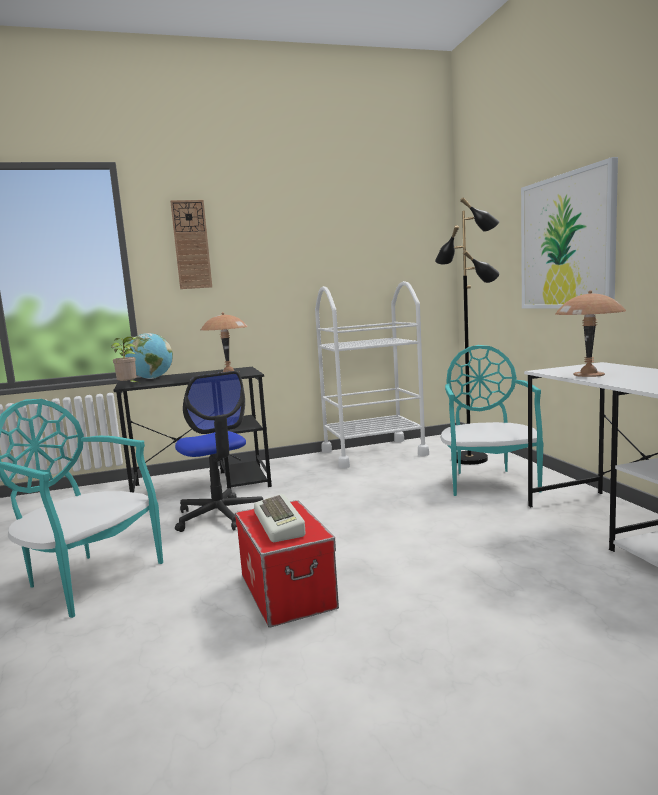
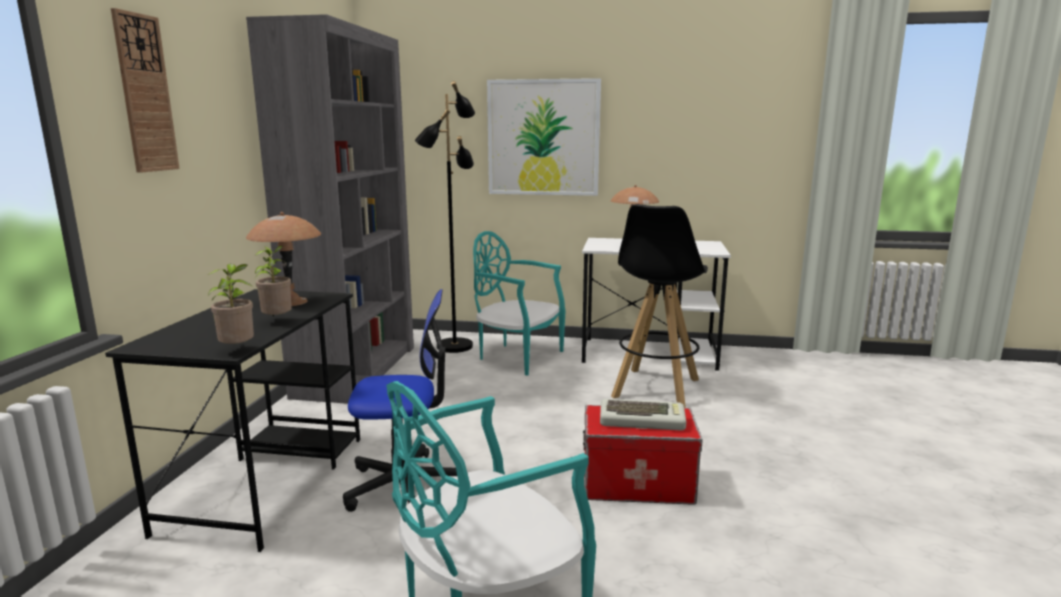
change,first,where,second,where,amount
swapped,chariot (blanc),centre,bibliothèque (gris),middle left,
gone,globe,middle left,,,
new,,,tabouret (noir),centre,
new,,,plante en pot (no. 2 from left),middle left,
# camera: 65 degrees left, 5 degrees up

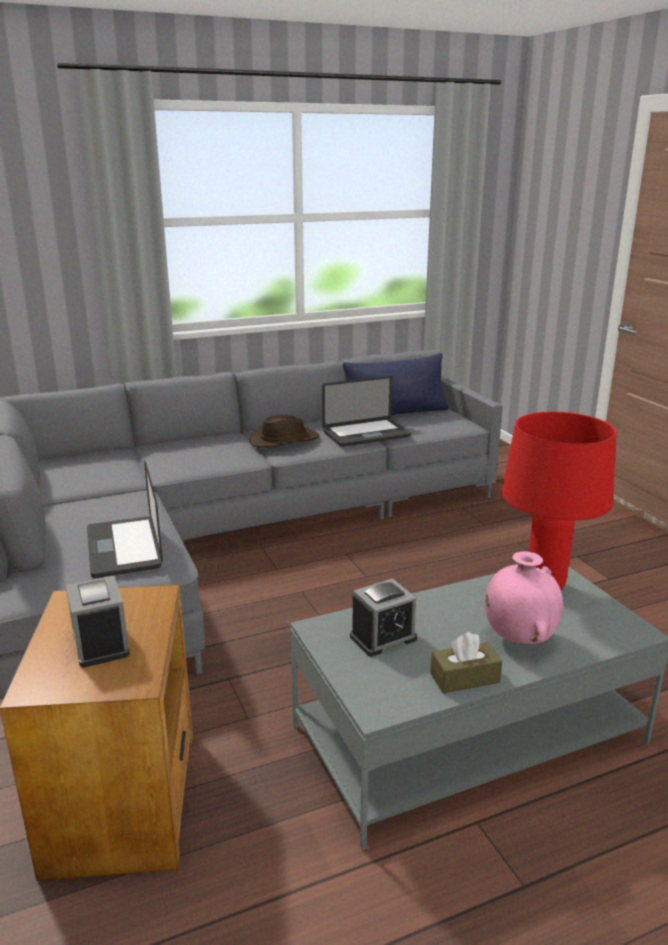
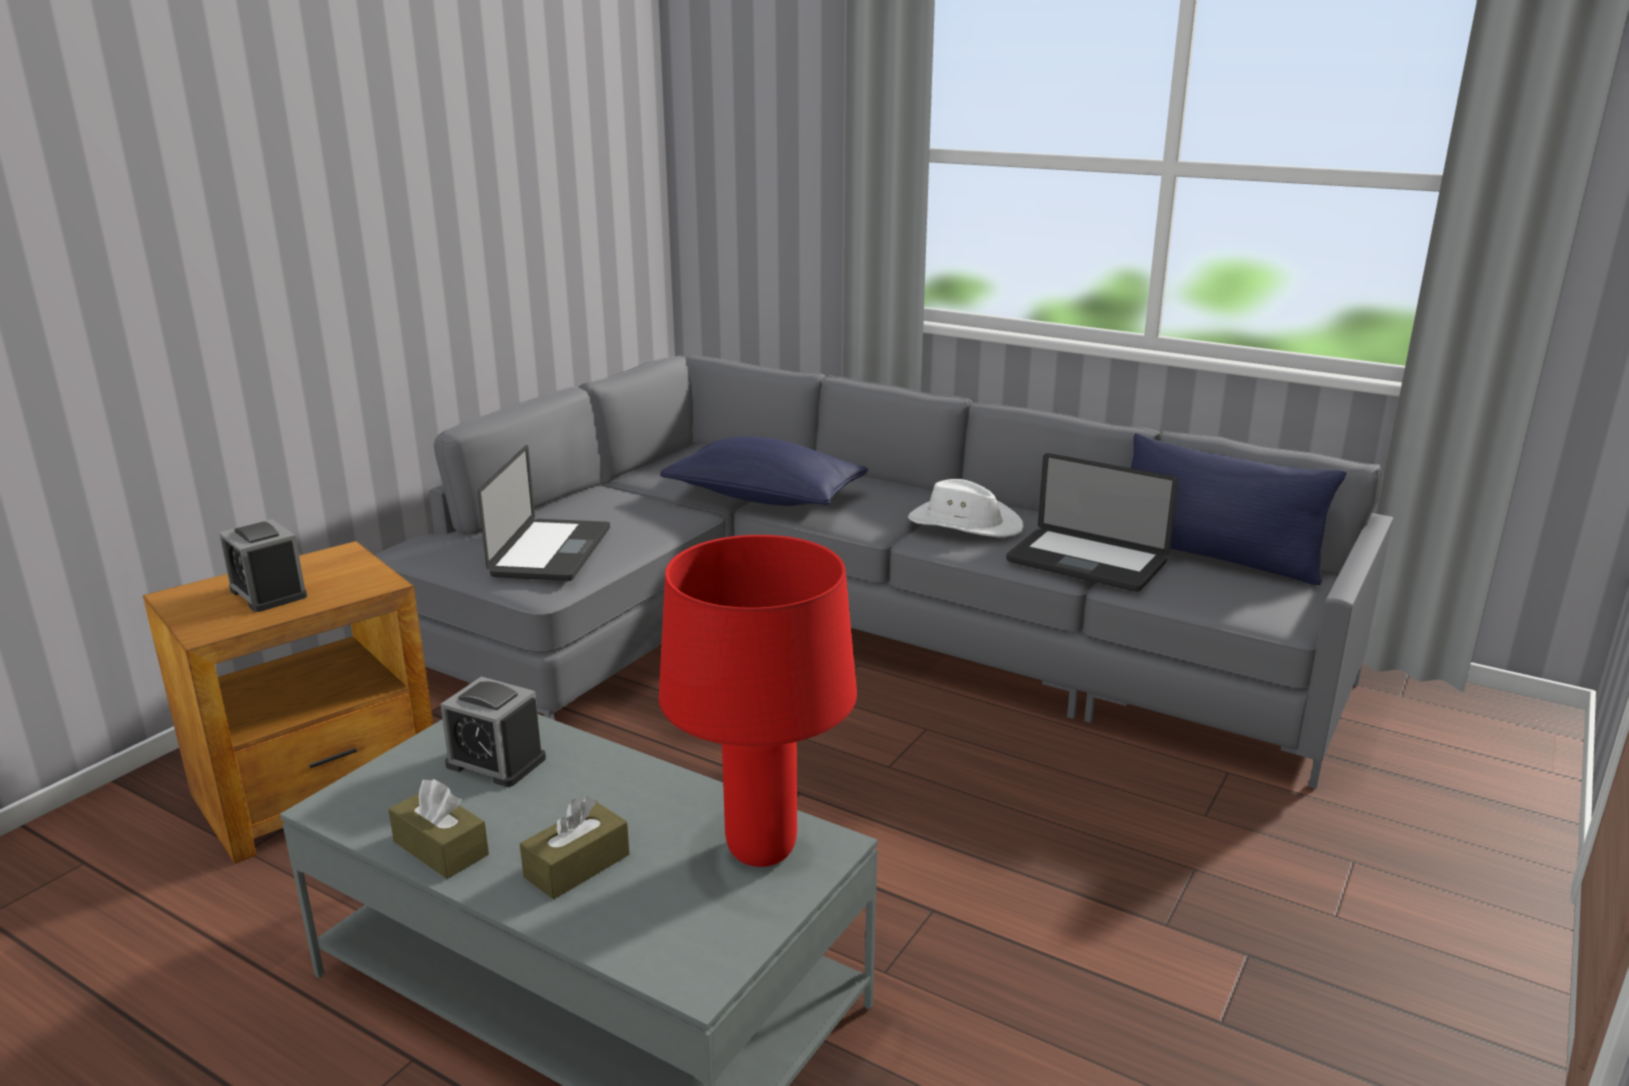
change,first,where,second,where,amount
repainted,chapeau (marron),centre,chapeau (blanc),centre,
rotated,ordinateur portable (no. 1 from left),middle left,,centre,150 degrees clockwise
swapped,vase (rose),middle right,boîte à mouchoirs (marron) (no. 2 from left),bottom centre,
rotated,réveil (no. 1 from left),middle left,,middle left,75 degrees counterclockwise
new,,,coussin (bleu) (no. 1 from left),centre,
# camera: 55 degrees right, 0 degrees up

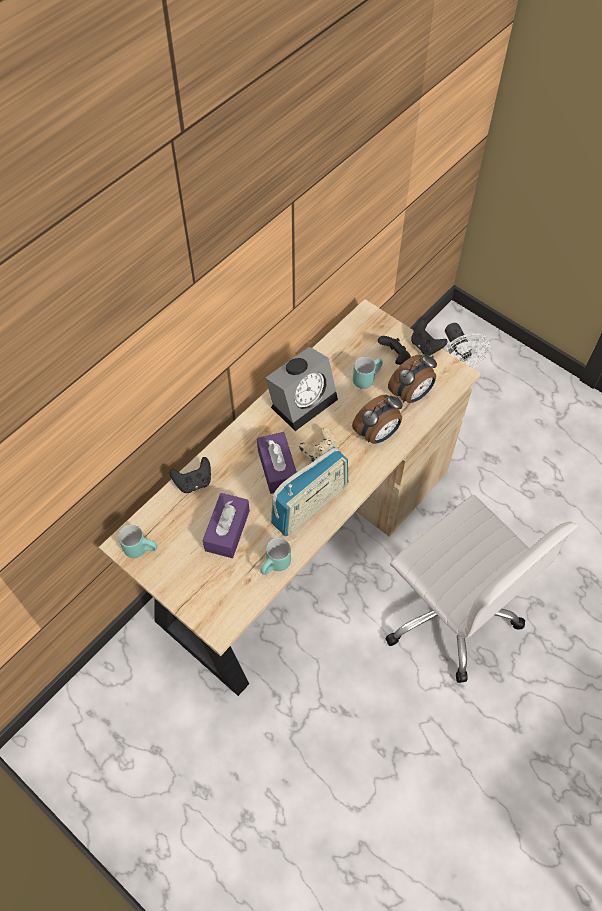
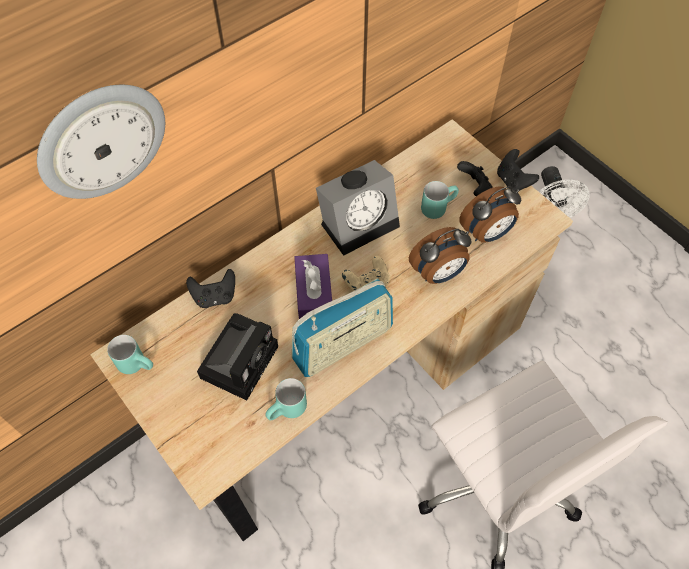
change,first,where,second,where,amount
swapped,boîte à mouchoirs (violet) (no. 1 from left),centre,appareil photo,centre,
new,,,horloge murale,top left,
# camera: 10 degrees right, 0 degrees up

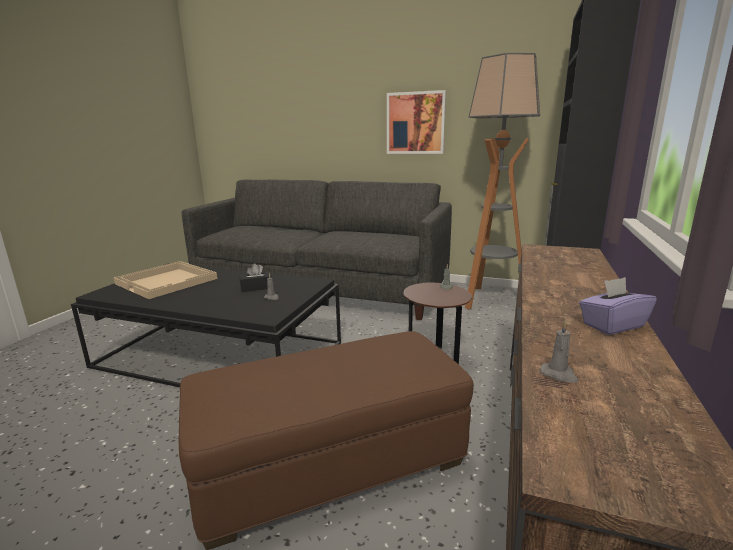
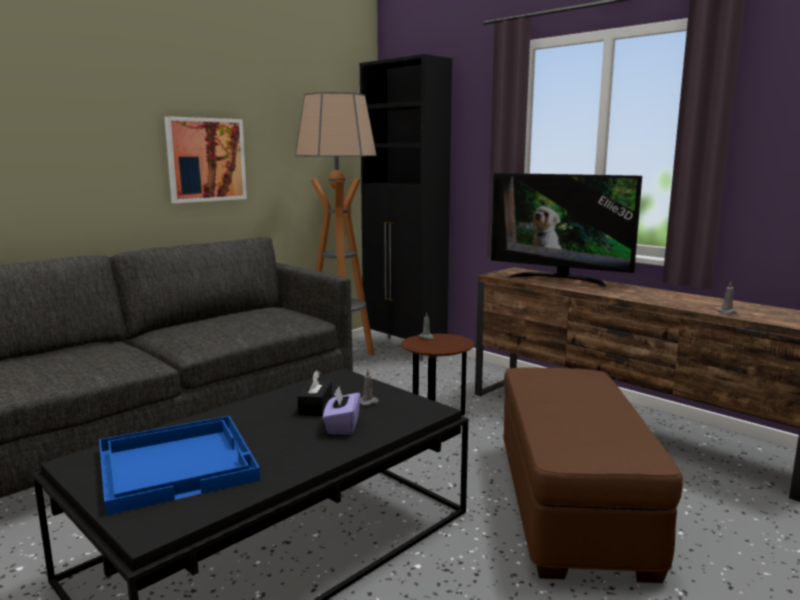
change,first,where,second,where,amount
repainted,plateau (beige),middle left,plateau (bleu),bottom left,
shifted,boîte à mouchoirs (violet),middle right,,bottom centre,
new,,,téléviseur,middle right,
# camera: 65 degrees left, 5 degrees down

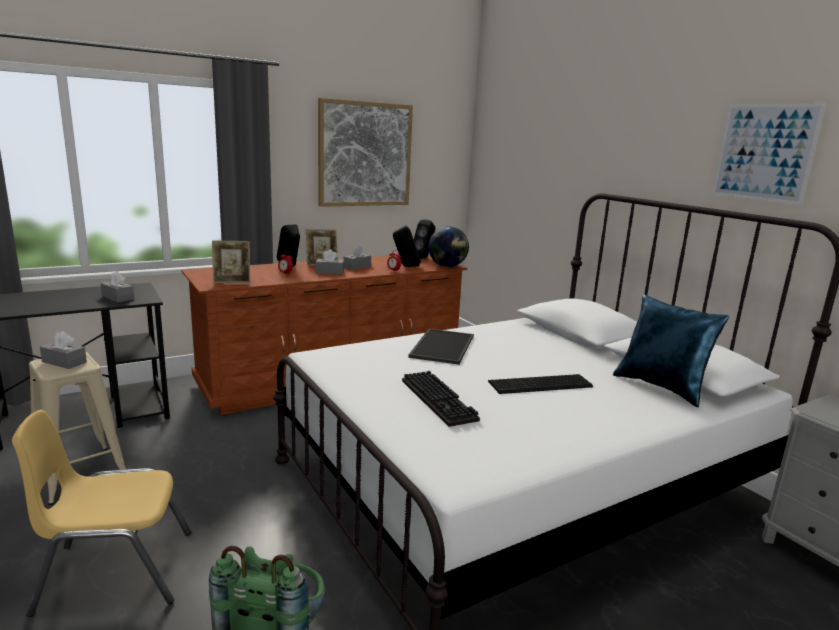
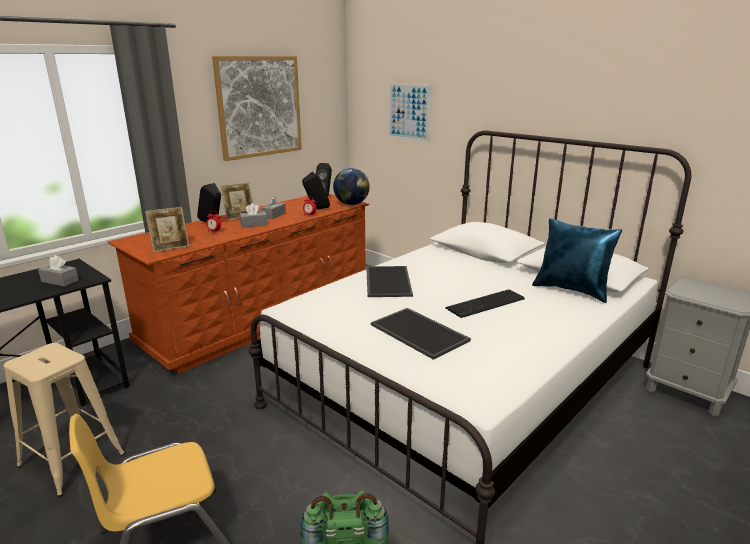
change,first,where,second,where,amount
shifted,tableau (no. 2 from left),top right,,top centre,
gone,boîte à mouchoirs (gris) (no. 1 from left),middle left,,,
swapped,clavier (no. 1 from left),centre,plateau (no. 2 from left),centre,
# camera: 15 degrees left, 5 degrees up

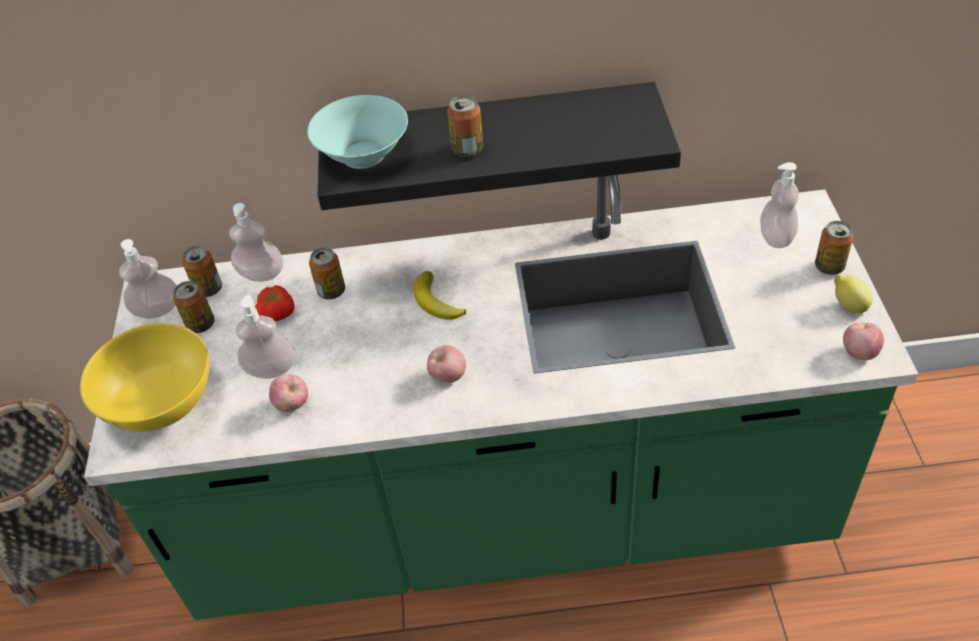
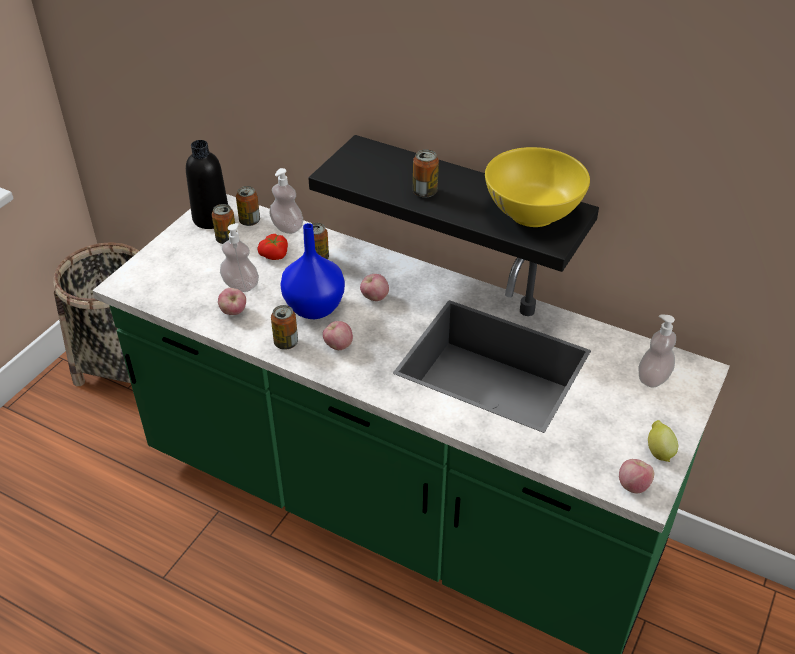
change,first,where,second,where,amount
gone,bol (turquoise),top centre,,,
shifted,boîte métallique (no. 5 from left in the first image),middle right,boîte métallique (no. 3 from left),centre,
swapped,distributeur de savon (no. 1 from left),middle left,bouteille (noir),top left,
swapped,banane,centre,pomme (no. 3 from left),centre,
shifted,bol (jaune),middle left,,top right,
new,,,vase (bleu),centre,
# camera: 30 degrees right, 5 degrees down

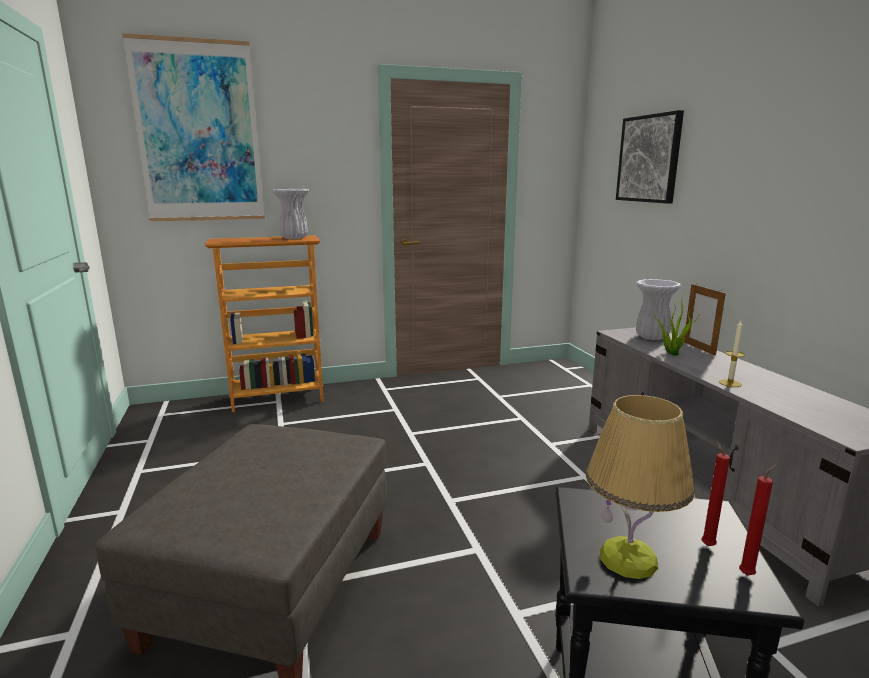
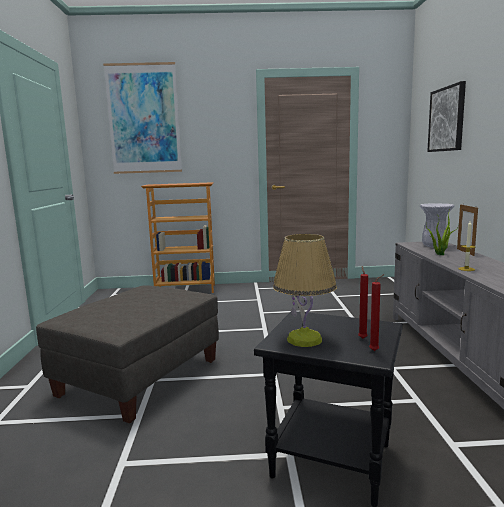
change,first,where,second,where,amount
gone,vase (blanc) (no. 1 from left),top centre,,,
# camera: 15 degrees right, 5 degrees down

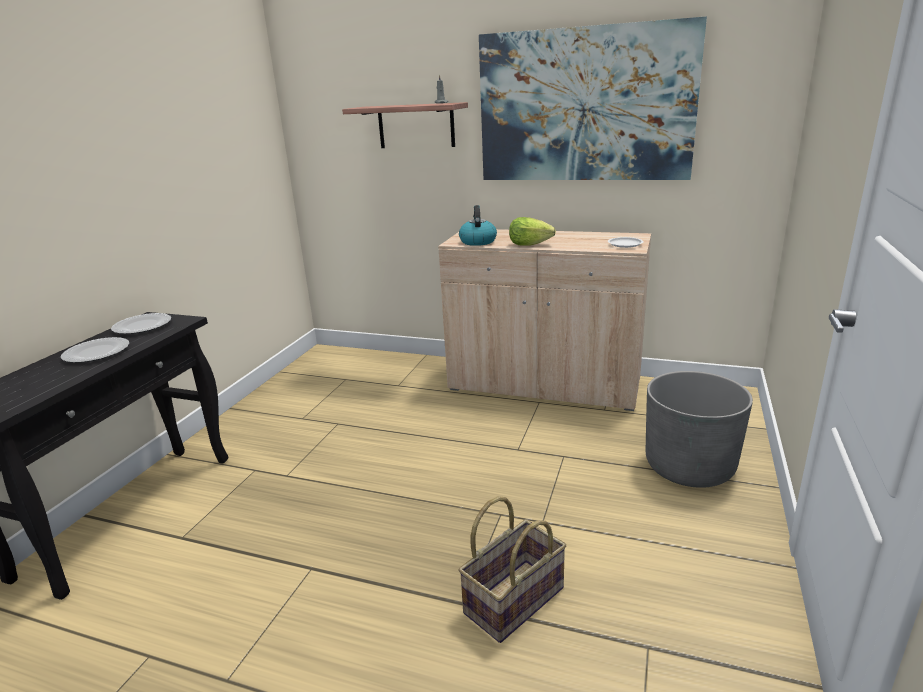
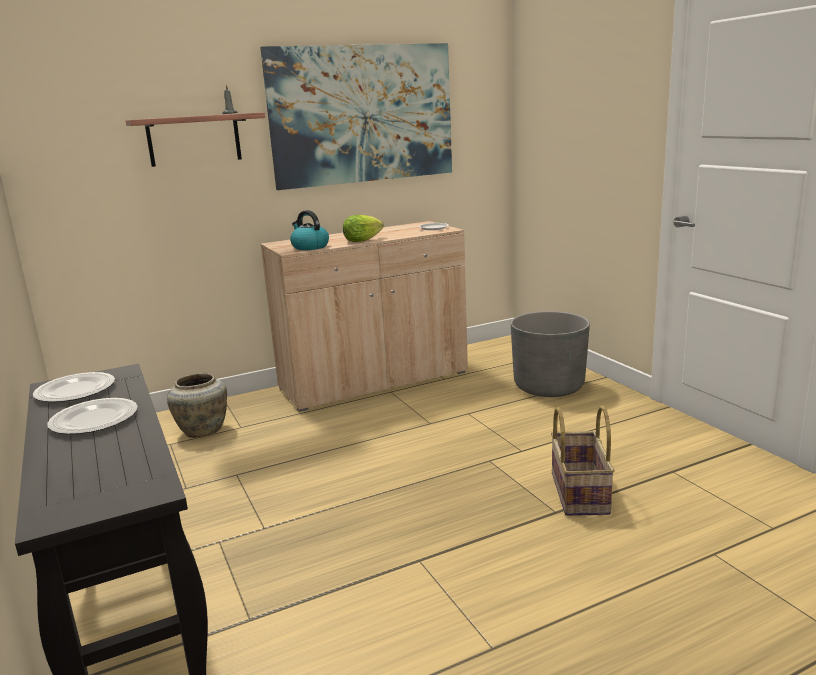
change,first,where,second,where,amount
new,,,vase (beige),middle left,
# camera: 45 degrees left, 5 degrees down

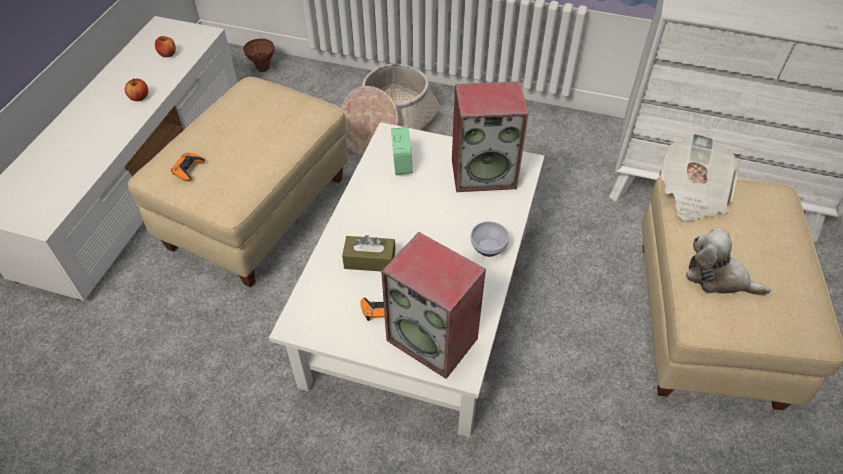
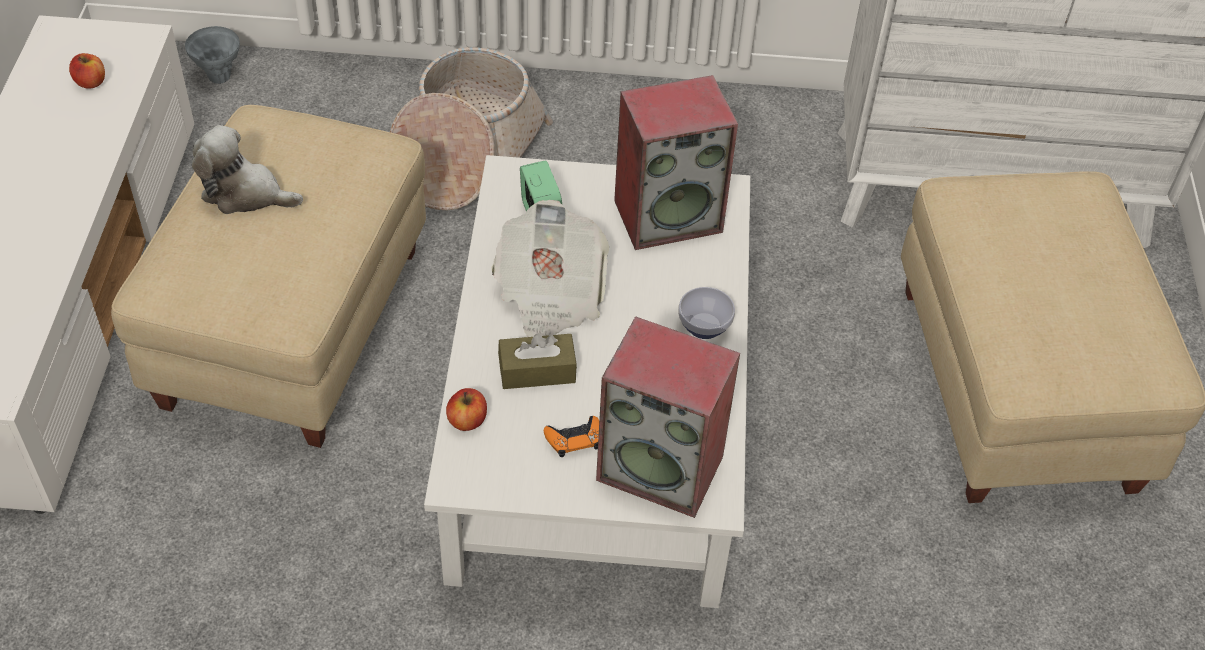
change,first,where,second,where,amount
repainted,vase (marron),top left,vase (gris),top left,
shifted,pomme (no. 1 from left in the first image),top left,pomme (no. 2 from left),centre,
shifted,journal,middle right,,centre,
gone,manette (orange) (no. 1 from left),middle left,,,
shifted,peluche,middle right,,top left,
# camera: 15 degrees left, 0 degrees up

